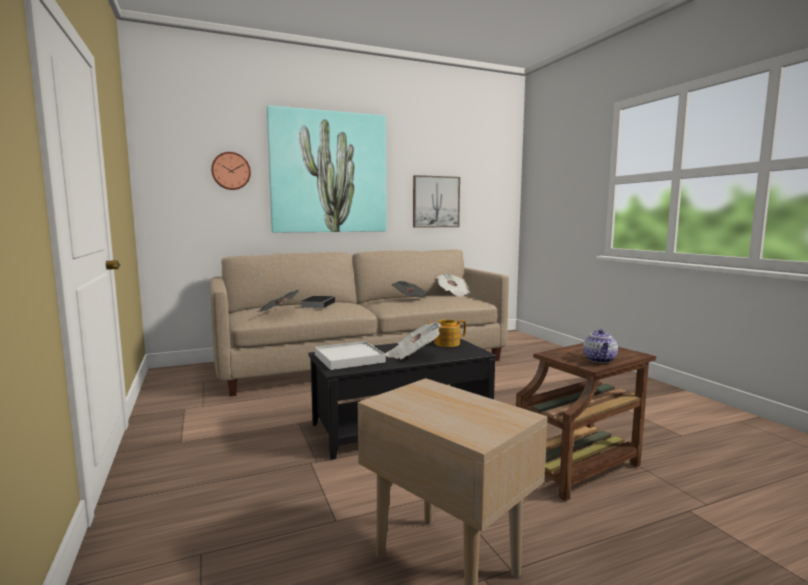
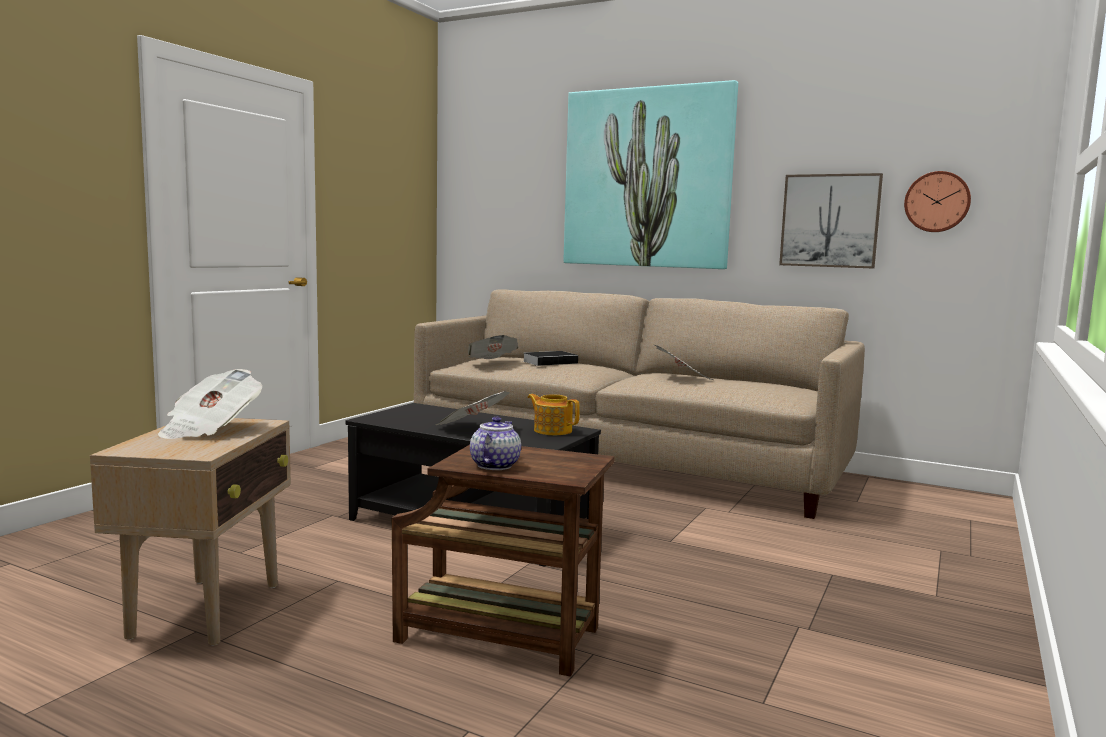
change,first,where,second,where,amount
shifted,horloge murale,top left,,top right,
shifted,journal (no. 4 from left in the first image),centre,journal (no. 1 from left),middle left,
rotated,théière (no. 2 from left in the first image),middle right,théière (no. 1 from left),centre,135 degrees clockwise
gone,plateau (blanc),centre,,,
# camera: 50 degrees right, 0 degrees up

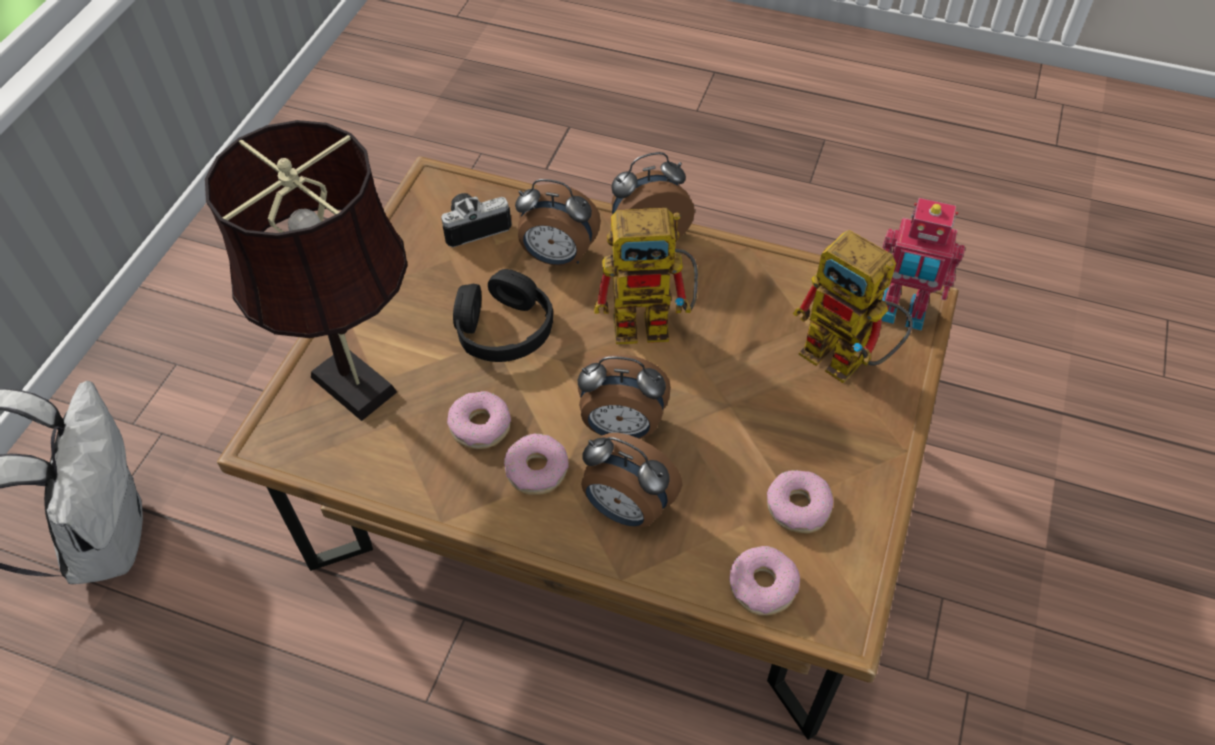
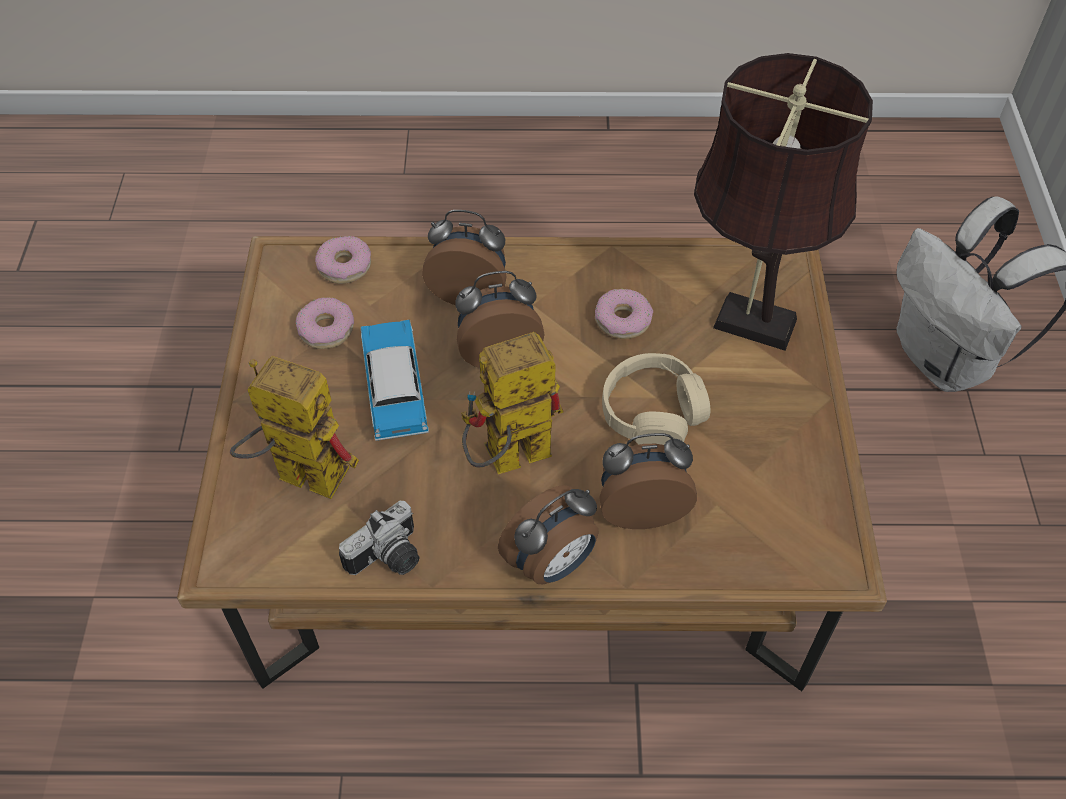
change,first,where,second,where,amount
shifted,appareil photo,top centre,,bottom centre,
gone,robot jouet (no. 3 from left),middle right,,,
repainted,casque audio (noir),centre,casque audio (beige),centre,
gone,beignet (no. 2 from left),centre,,,
new,,,petite voiture,centre,
# camera: 160 degrees right, 0 degrees up

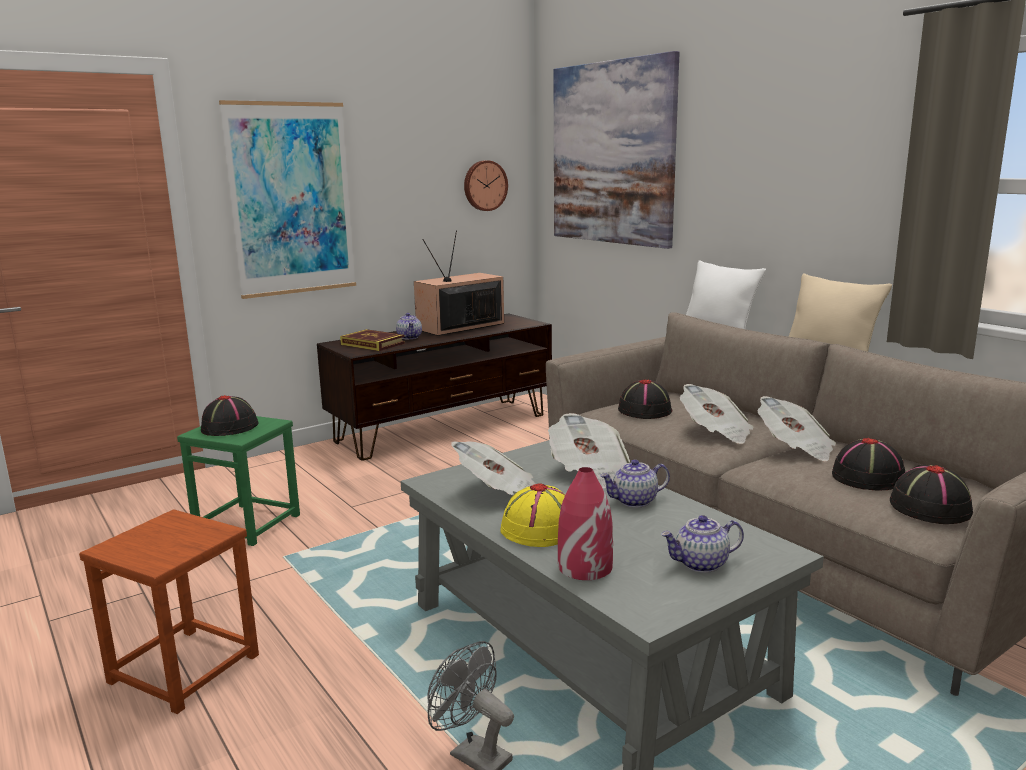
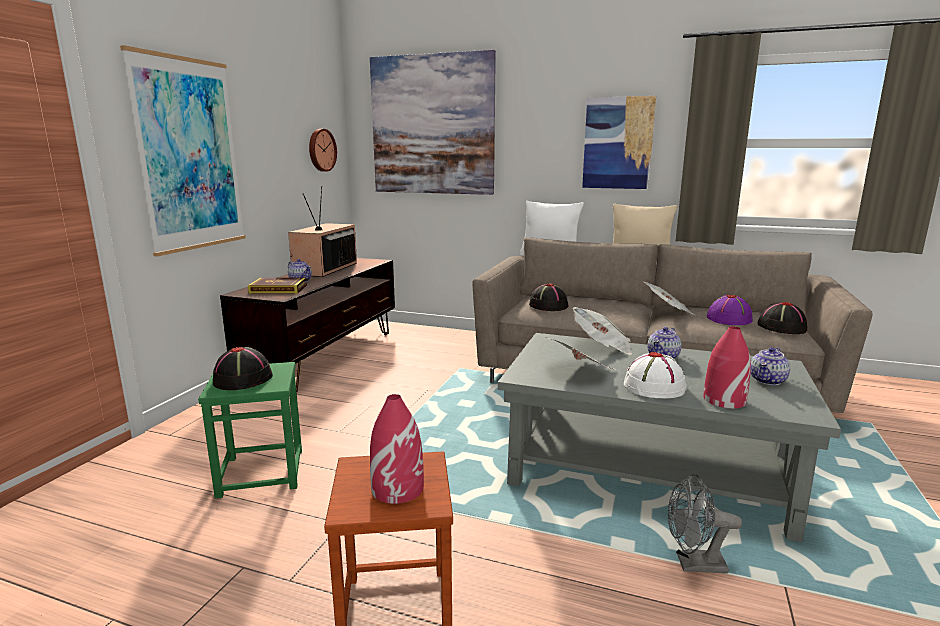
change,first,where,second,where,amount
gone,journal (no. 3 from left),middle right,,,
repainted,chapeau (noir) (no. 3 from left),middle right,chapeau (violet),middle right,
repainted,chapeau (jaune),bottom centre,chapeau (blanc),middle right,
new,,,tableau (no. 3 from left),top centre,
new,,,vase (rouge) (no. 1 from left),bottom centre,
# camera: 35 degrees left, 0 degrees up

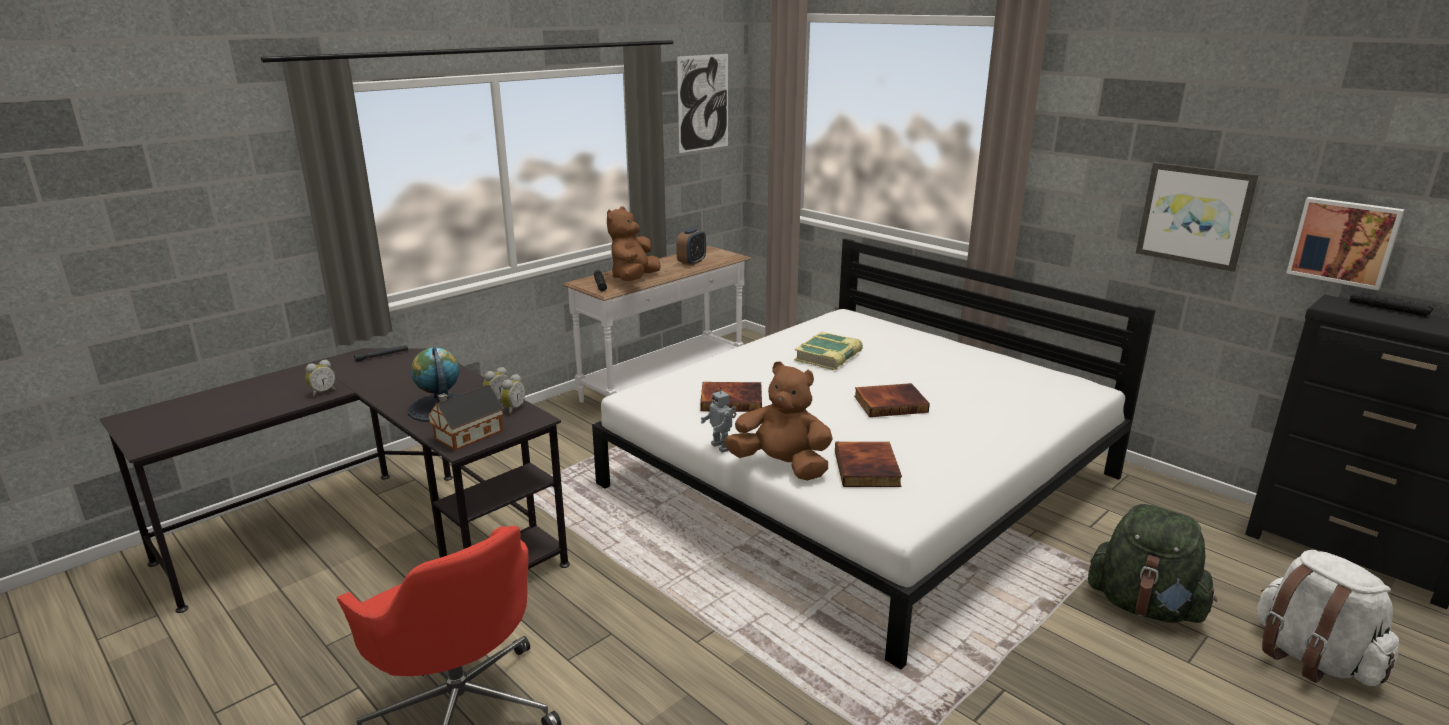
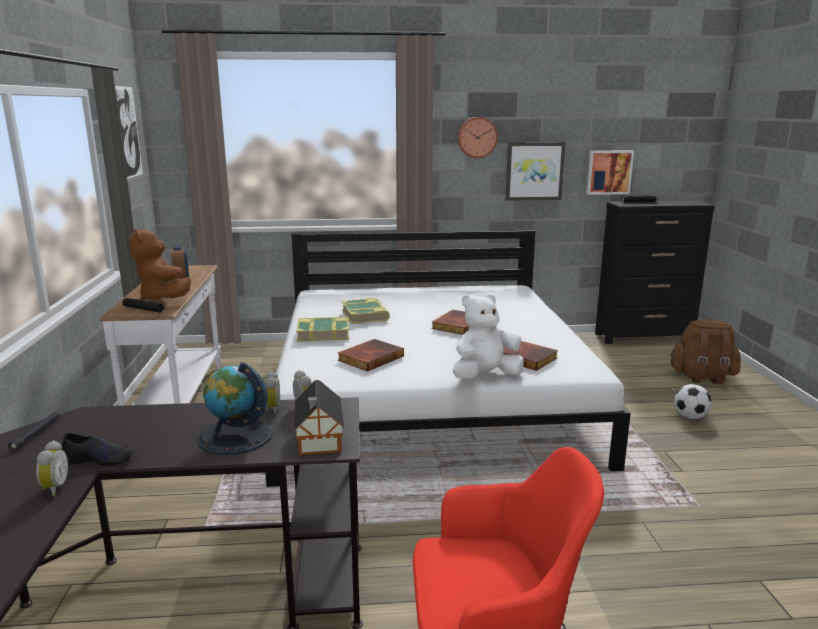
change,first,where,second,where,amount
repainted,peluche (marron) (no. 2 from left),centre,peluche (blanc),centre,
gone,robot jouet,centre,,,
gone,sac à dos (vert),bottom right,,,
repainted,sac à dos (blanc),bottom right,sac à dos (marron),middle right,
new,,,horloge murale,top centre,
new,,,livre (no. 1 from left),centre,
new,,,ballon de foot,middle right,
new,,,chaussure (noir),bottom left,
# camera: 50 degrees left, 5 degrees down

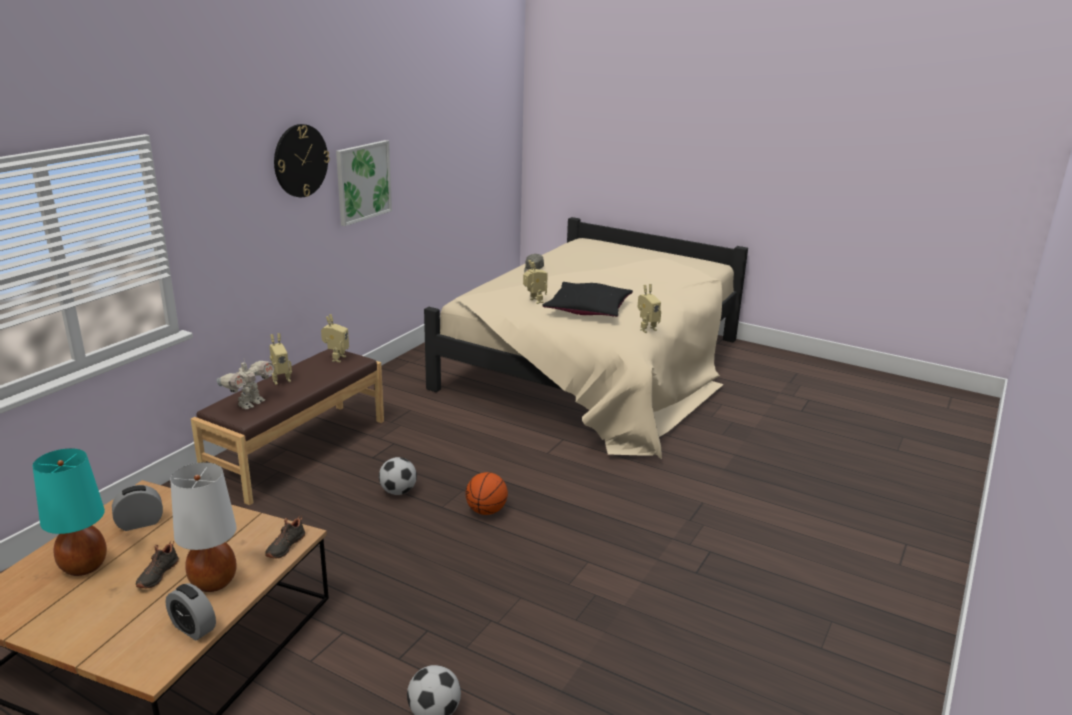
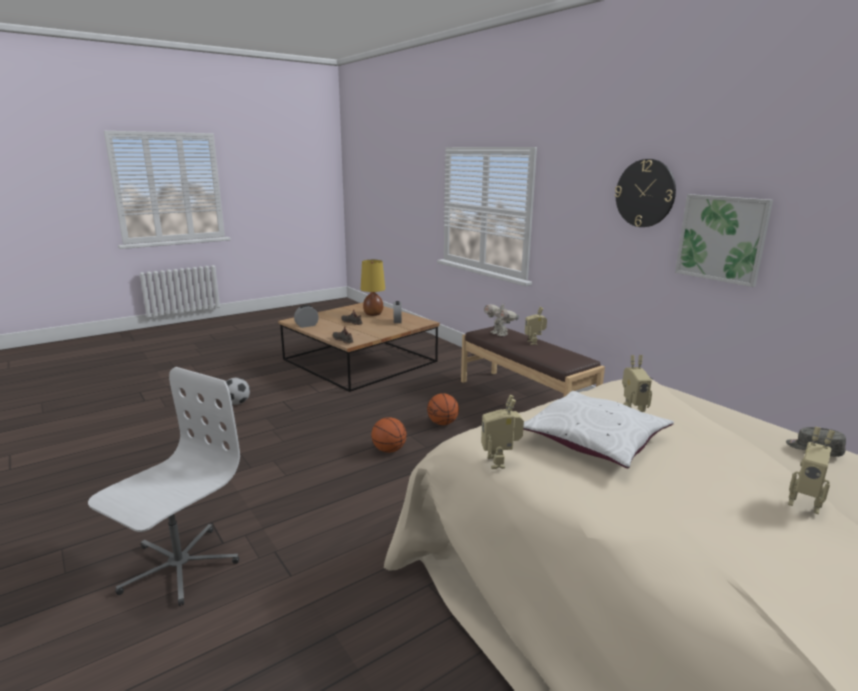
change,first,where,second,where,amount
repainted,coussin (noir),centre,coussin (blanc),middle right,
shifted,robot jouet (no. 3 from left in the first image),middle left,robot jouet (no. 5 from left),bottom right,
repainted,lampe de table (turquoise),bottom left,lampe de table (jaune),centre,
swapped,ballon de foot (no. 1 from left),centre,ballon de basket (no. 2 from left),centre,
gone,lampe de table (blanc),bottom left,,,
new,,,chaise de bureau (blanc),bottom left,
# camera: 115 degrees right, 5 degrees down

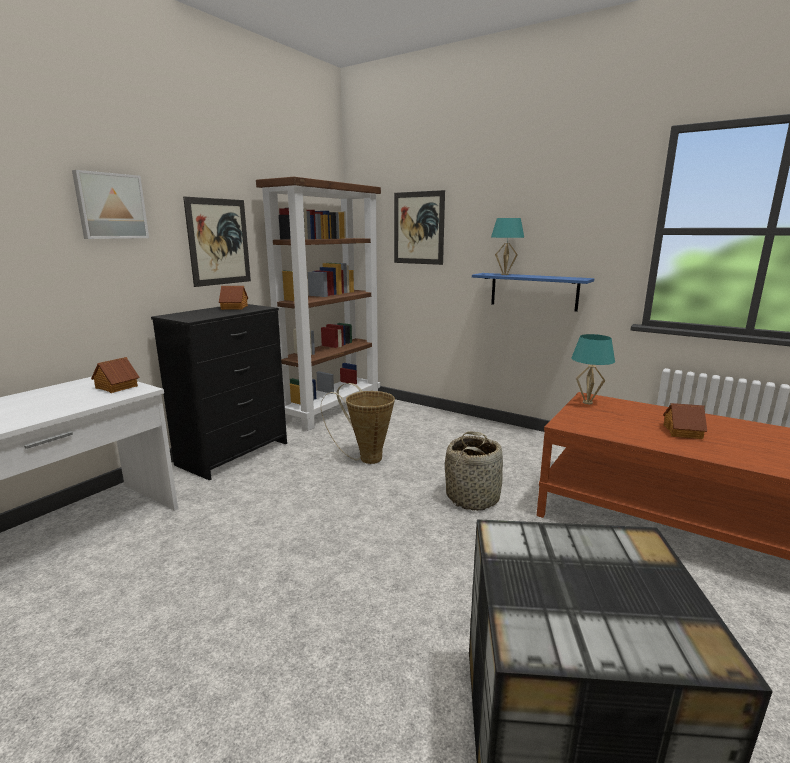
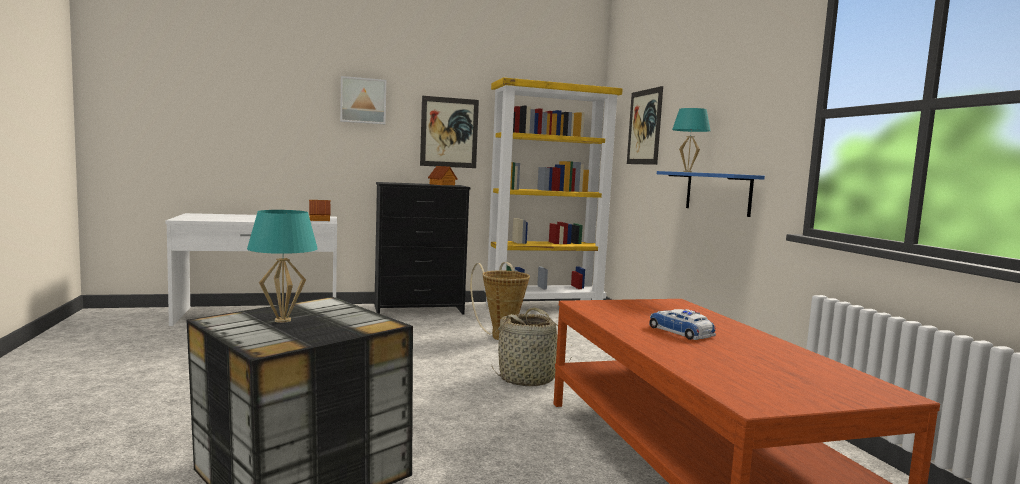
change,first,where,second,where,amount
repainted,bibliothèque (marron),centre,bibliothèque (jaune),centre,
shifted,lampe de table (turquoise) (no. 2 from left in the first image),middle right,lampe de table (turquoise) (no. 1 from left),middle left,
swapped,maison miniature (no. 3 from left),middle right,petite voiture,bottom right,
# camera: 40 degrees right, 10 degrees down

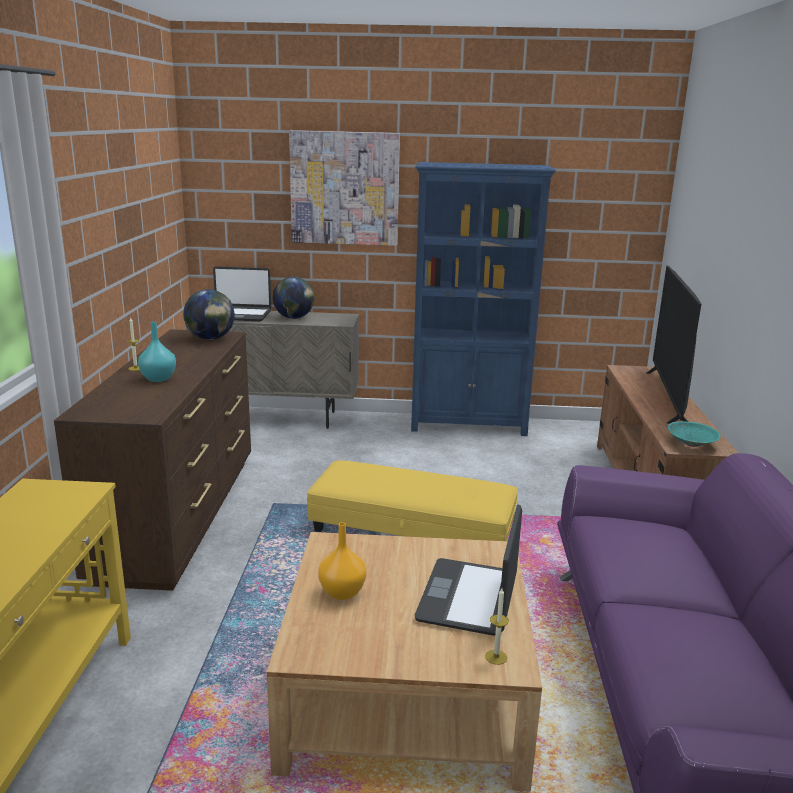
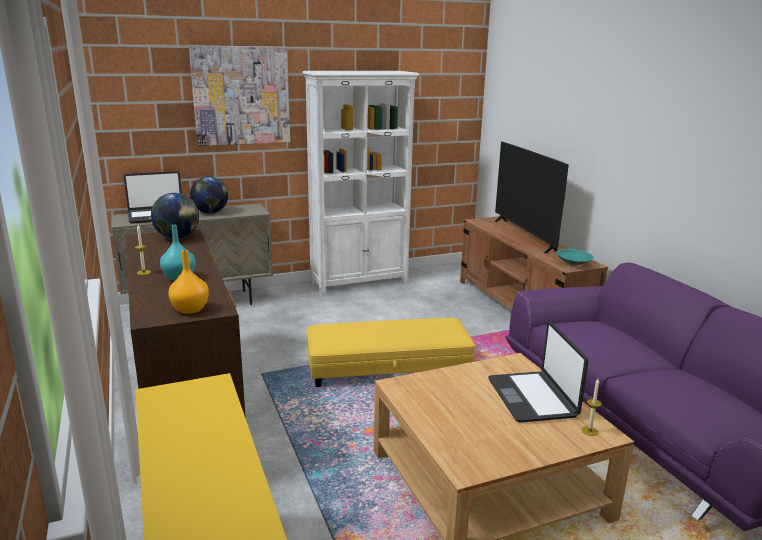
change,first,where,second,where,amount
repainted,bibliothèque (bleu),centre,bibliothèque (blanc),centre,
shifted,vase (orange),bottom centre,,middle left,
# camera: 25 degrees left, 0 degrees up

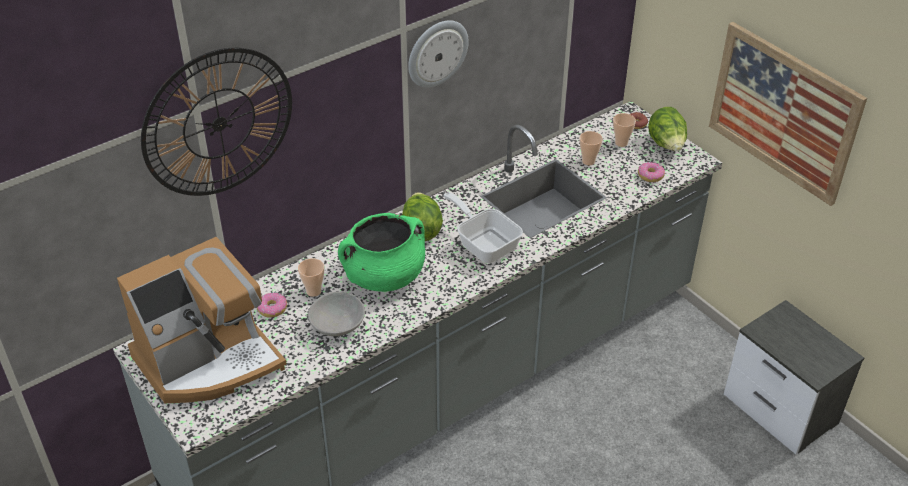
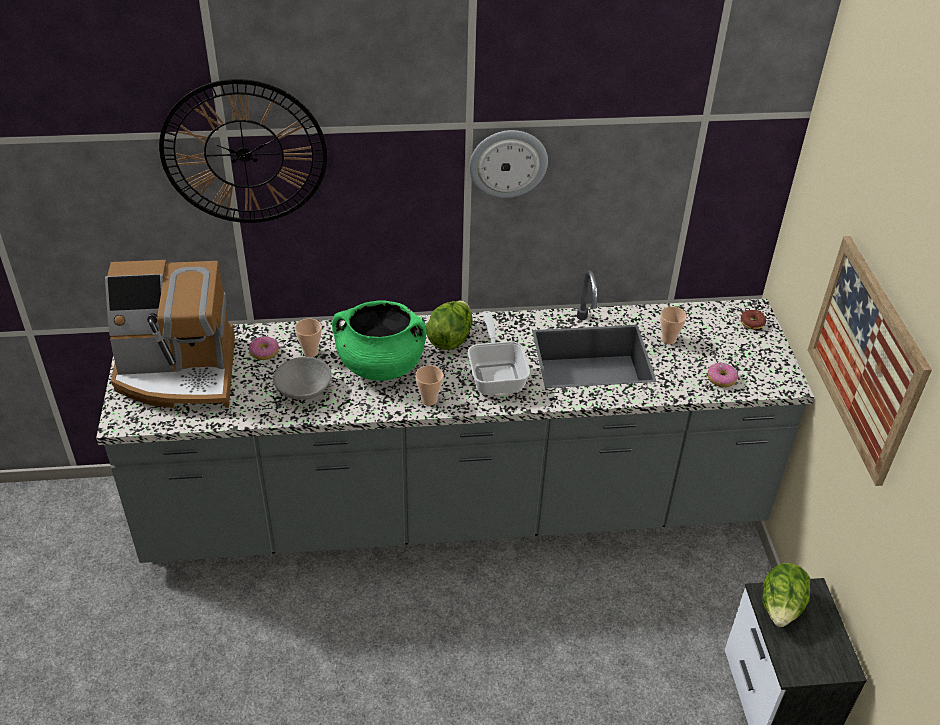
change,first,where,second,where,amount
shifted,laitue (no. 2 from left),top right,,bottom right,
shifted,tasse (no. 3 from left in the first image),top right,tasse (no. 2 from left),centre,
# camera: 30 degrees right, 0 degrees up

